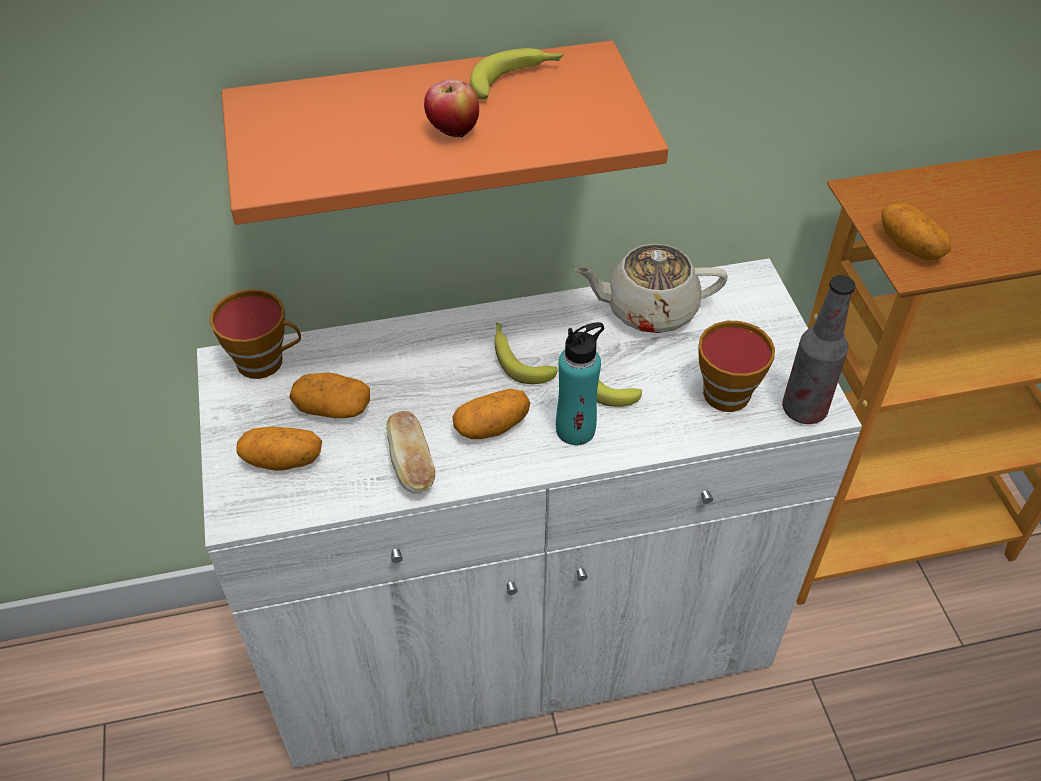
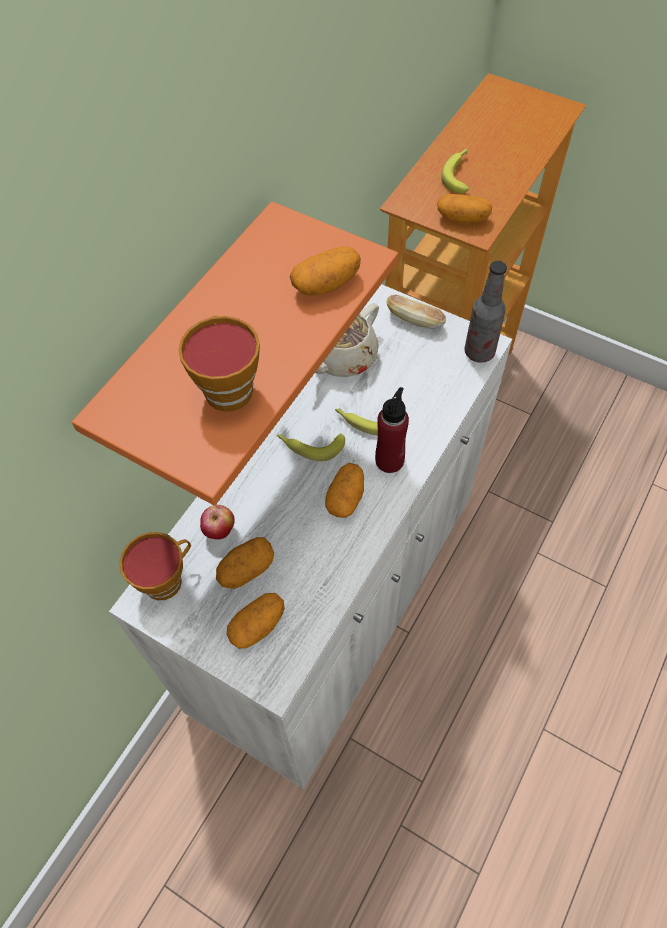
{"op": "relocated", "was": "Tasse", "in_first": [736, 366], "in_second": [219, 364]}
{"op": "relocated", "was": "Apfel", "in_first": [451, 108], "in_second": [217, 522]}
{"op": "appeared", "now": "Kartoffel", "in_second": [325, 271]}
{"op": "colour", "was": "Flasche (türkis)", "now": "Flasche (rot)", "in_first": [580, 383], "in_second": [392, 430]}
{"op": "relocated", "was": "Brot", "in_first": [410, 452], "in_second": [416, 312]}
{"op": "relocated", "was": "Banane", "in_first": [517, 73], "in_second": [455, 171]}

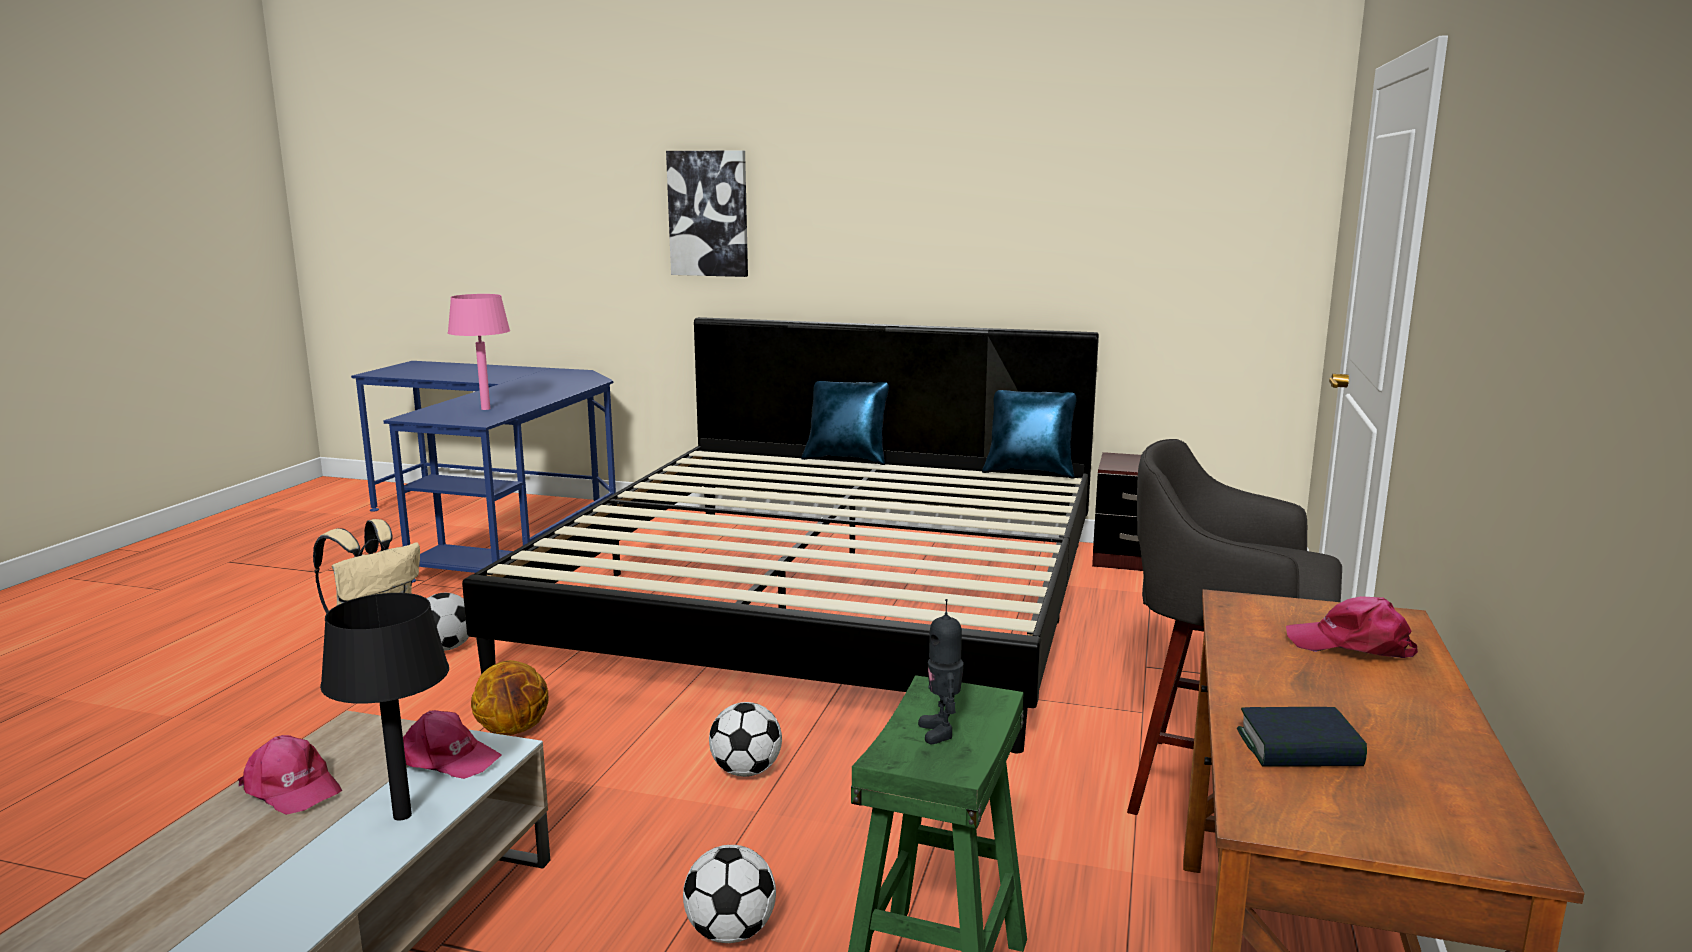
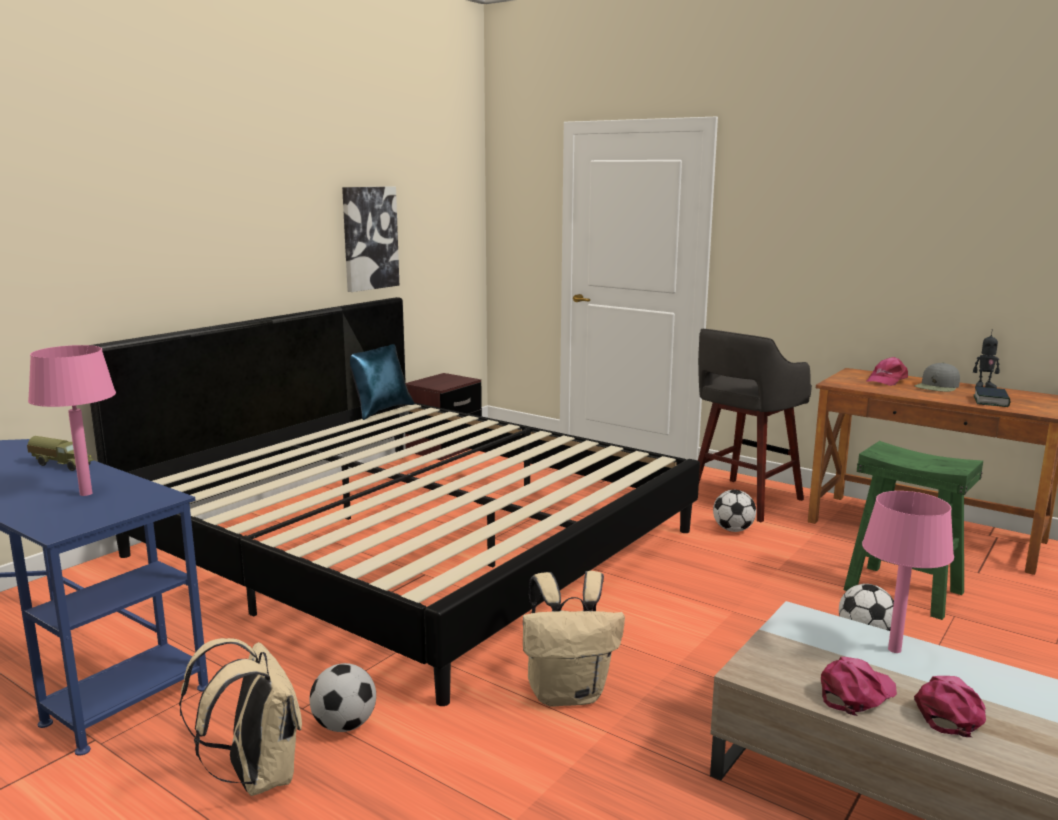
{"op": "appeared", "now": "Spielzeuglaster", "in_second": [60, 453]}
{"op": "relocated", "was": "Bild", "in_first": [707, 213], "in_second": [370, 239]}
{"op": "exchanged", "was": "Basketball", "now": "Rucksack (beige)", "in_first": [509, 697], "in_second": [574, 639]}
{"op": "relocated", "was": "Fußball", "in_first": [745, 739], "in_second": [734, 511]}
{"op": "colour", "was": "Tischlampe (schwarz)", "now": "Tischlampe (rosa)", "in_first": [384, 707], "in_second": [908, 572]}
{"op": "relocated", "was": "Kappe (rosa)", "in_first": [452, 744], "in_second": [950, 706]}
{"op": "appeared", "now": "Kappe (grau)", "in_second": [937, 377]}
{"op": "relocated", "was": "Spielzeugroboter", "in_first": [941, 671], "in_second": [986, 358]}
{"op": "missing", "was": "Kissen (blau)", "in_first": [845, 423]}

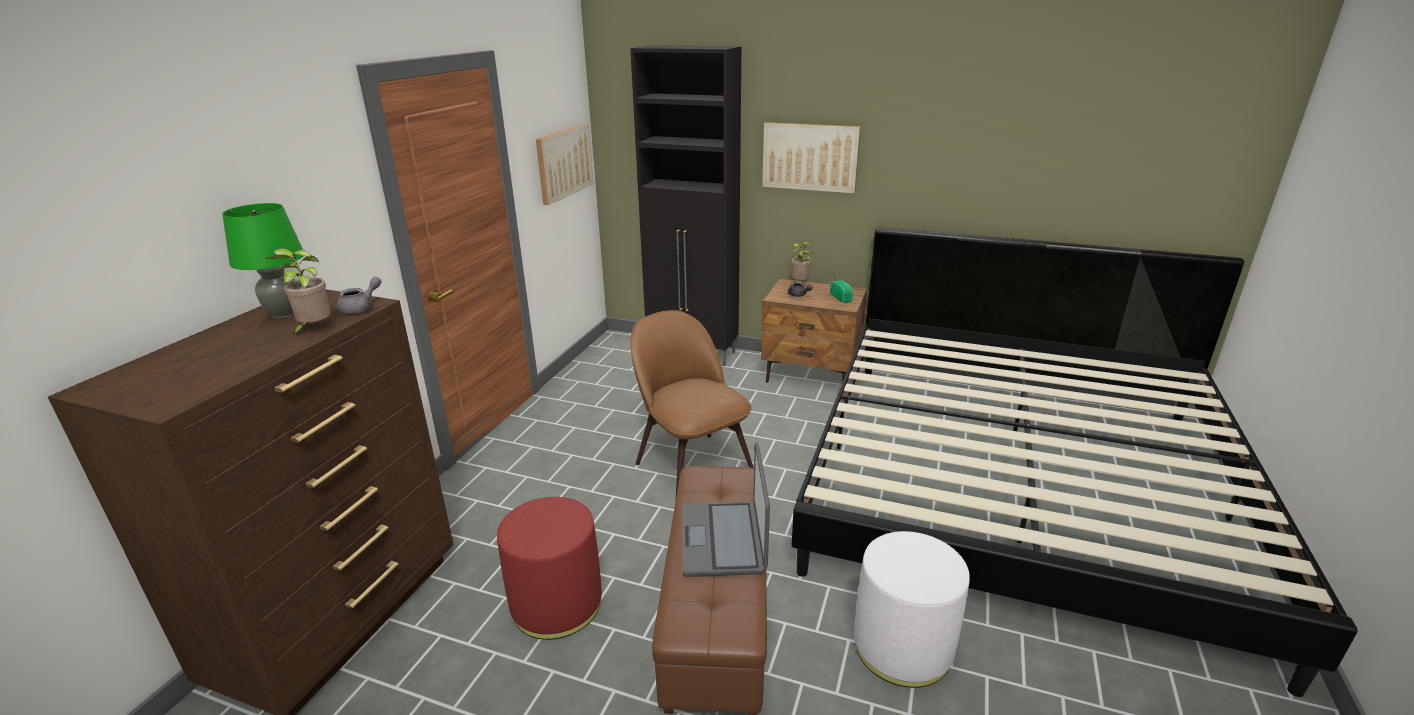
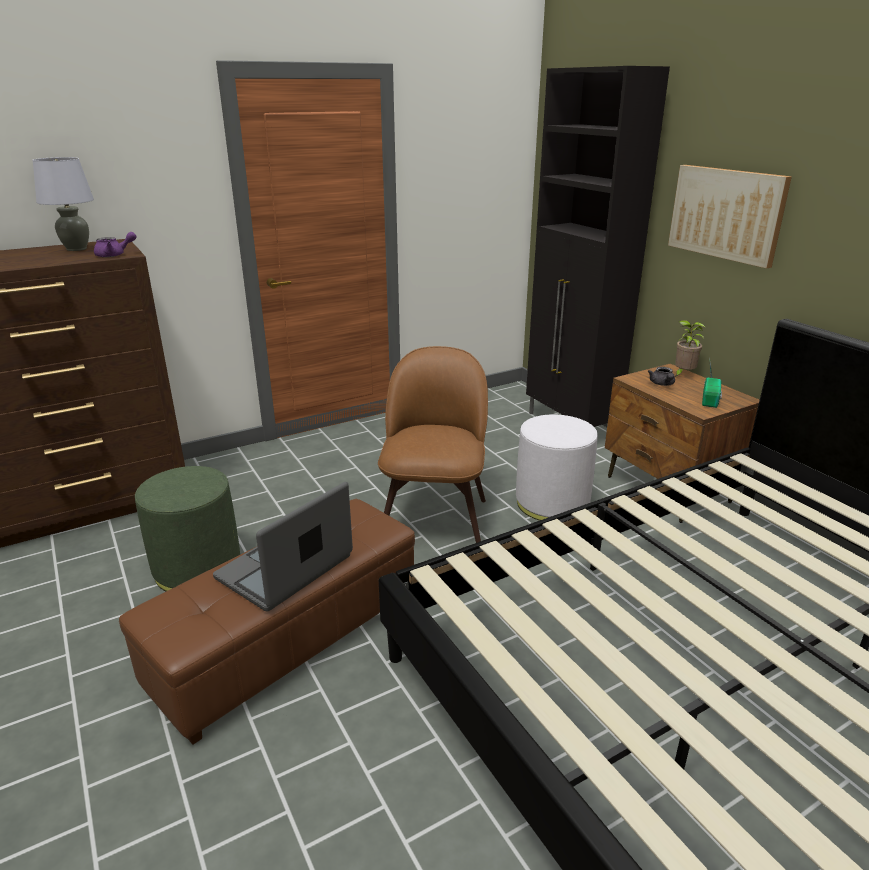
{"op": "colour", "was": "Tischlampe (grün)", "now": "Tischlampe (grau)", "in_first": [262, 261], "in_second": [63, 204]}
{"op": "colour", "was": "Teekanne (grau)", "now": "Teekanne (lila)", "in_first": [359, 295], "in_second": [115, 244]}
{"op": "colour", "was": "Polsterhocker (rot)", "now": "Polsterhocker (grün)", "in_first": [549, 568], "in_second": [187, 528]}
{"op": "relocated", "was": "Polsterhocker (weiß)", "in_first": [912, 609], "in_second": [557, 467]}
{"op": "missing", "was": "Topfpflanze", "in_first": [298, 291]}
{"op": "missing", "was": "Bild", "in_first": [565, 164]}

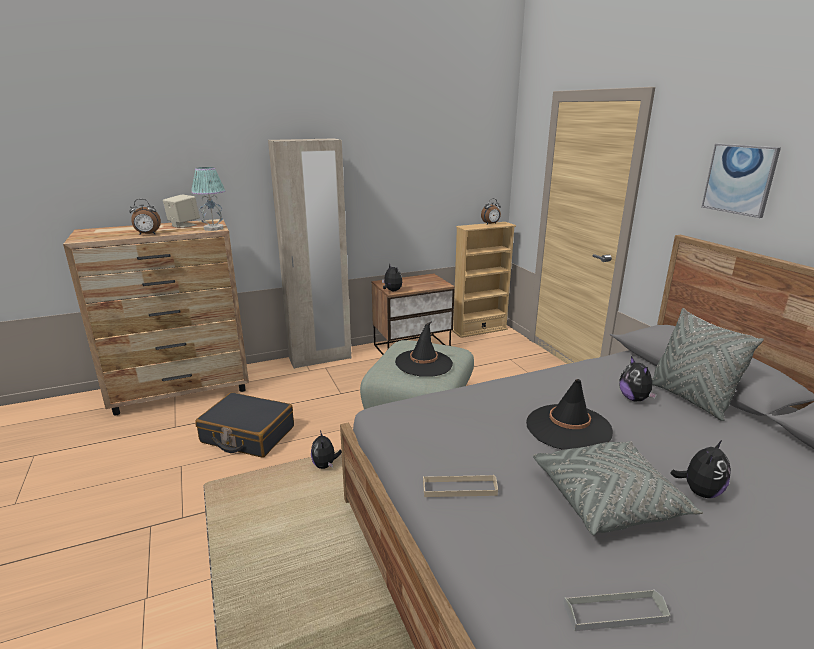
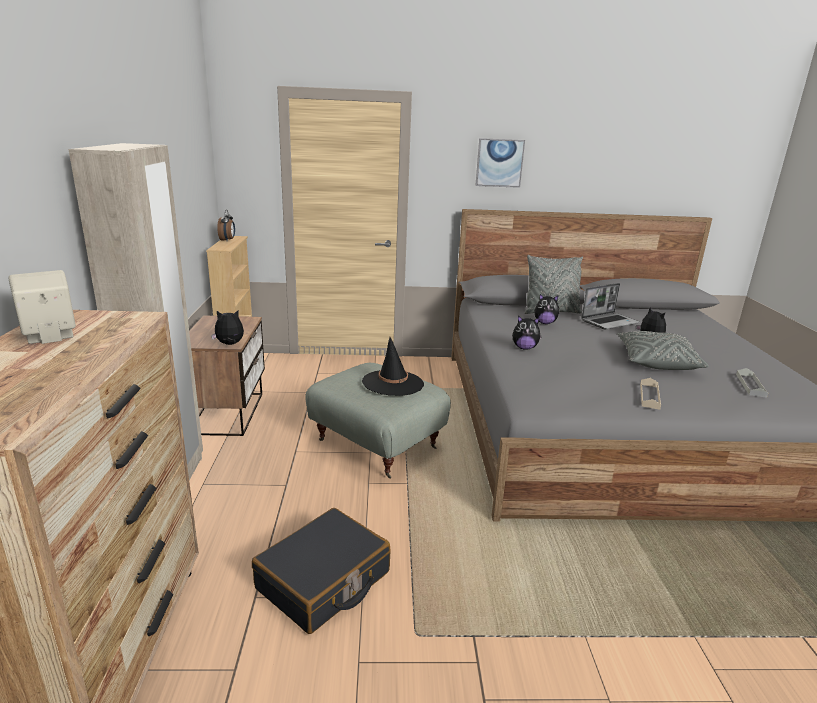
{"op": "relocated", "was": "Plüschtier", "in_first": [326, 449], "in_second": [527, 333]}
{"op": "appeared", "now": "Laptop", "in_second": [610, 306]}
{"op": "missing", "was": "Wecker", "in_first": [145, 217]}
{"op": "missing", "was": "Tischlampe", "in_first": [208, 199]}
{"op": "missing", "was": "Hut (schwarz)", "in_first": [569, 414]}

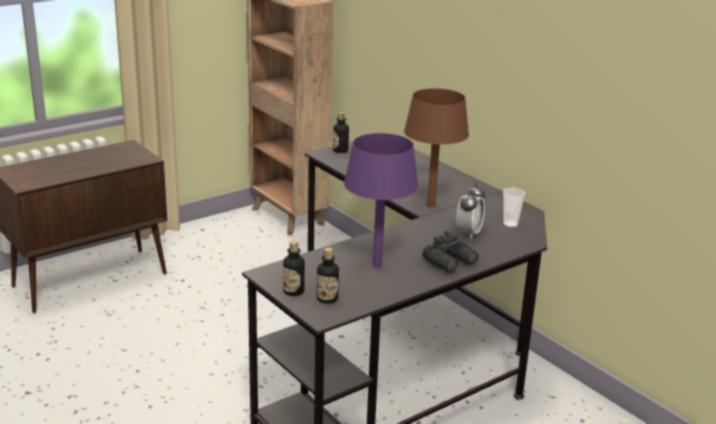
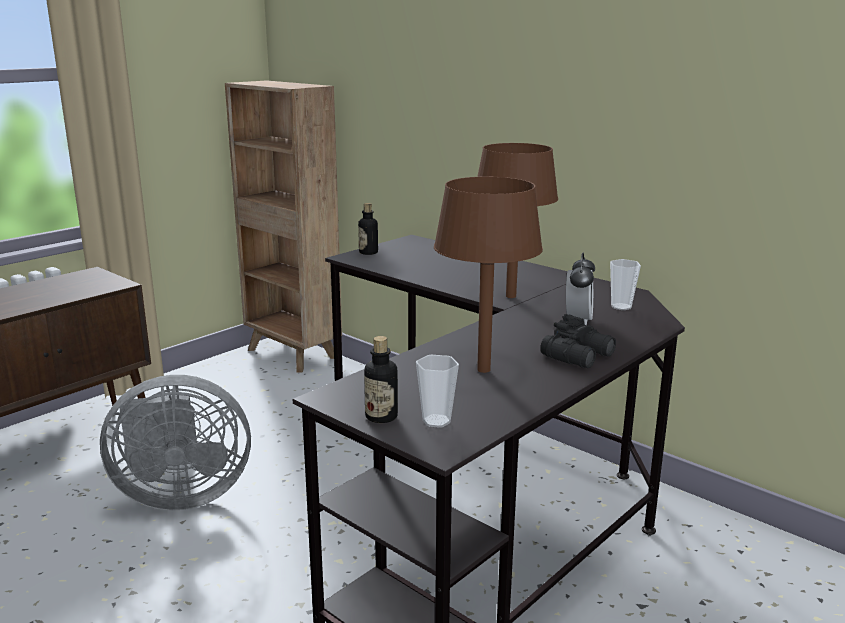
{"op": "appeared", "now": "Ventilator (grau)", "in_second": [175, 442]}
{"op": "exchanged", "was": "Flasche", "now": "Tasse", "in_first": [328, 276], "in_second": [437, 391]}
{"op": "colour", "was": "Tischlampe (lila)", "now": "Tischlampe (braun)", "in_first": [381, 200], "in_second": [488, 275]}

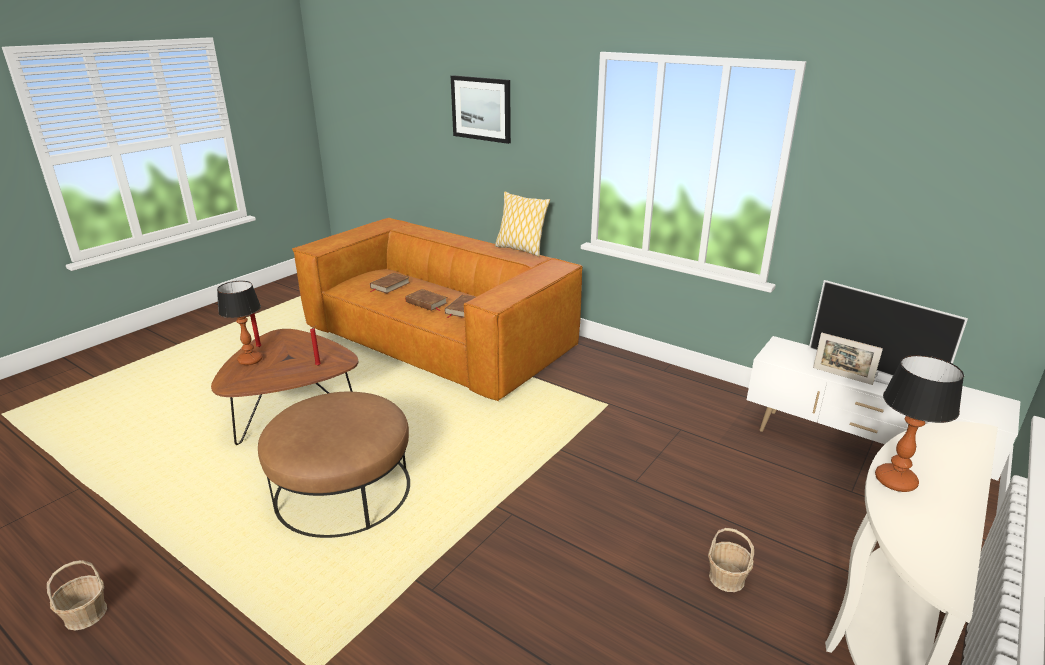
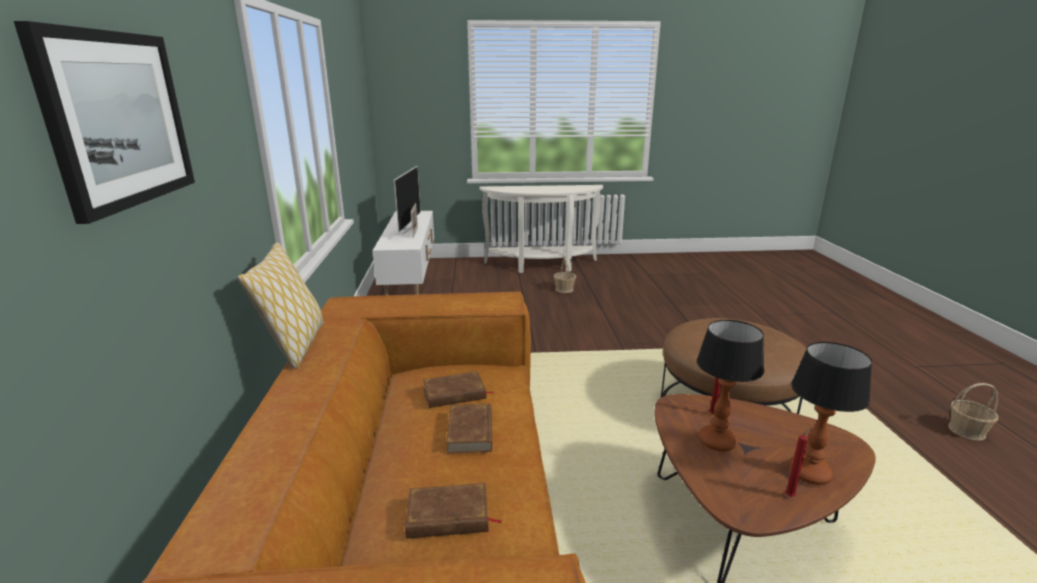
{"op": "relocated", "was": "Tischlampe", "in_first": [919, 423], "in_second": [730, 386]}

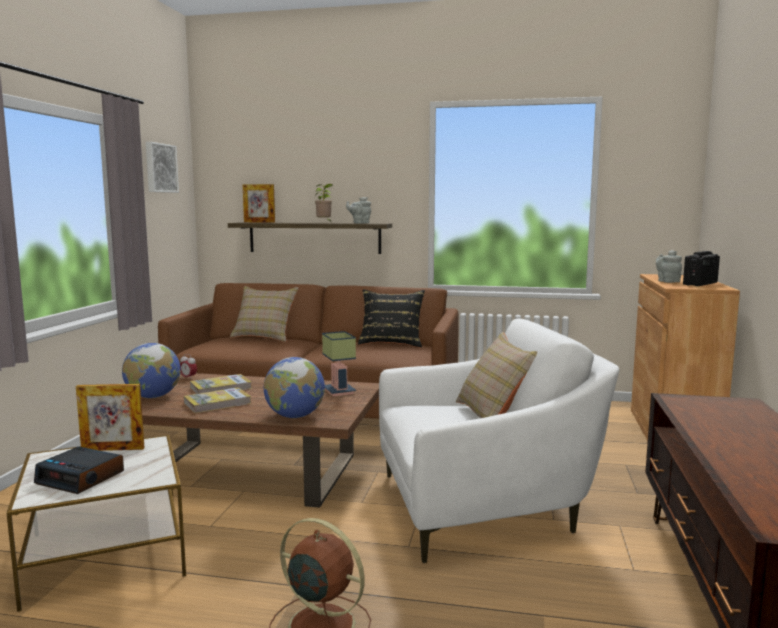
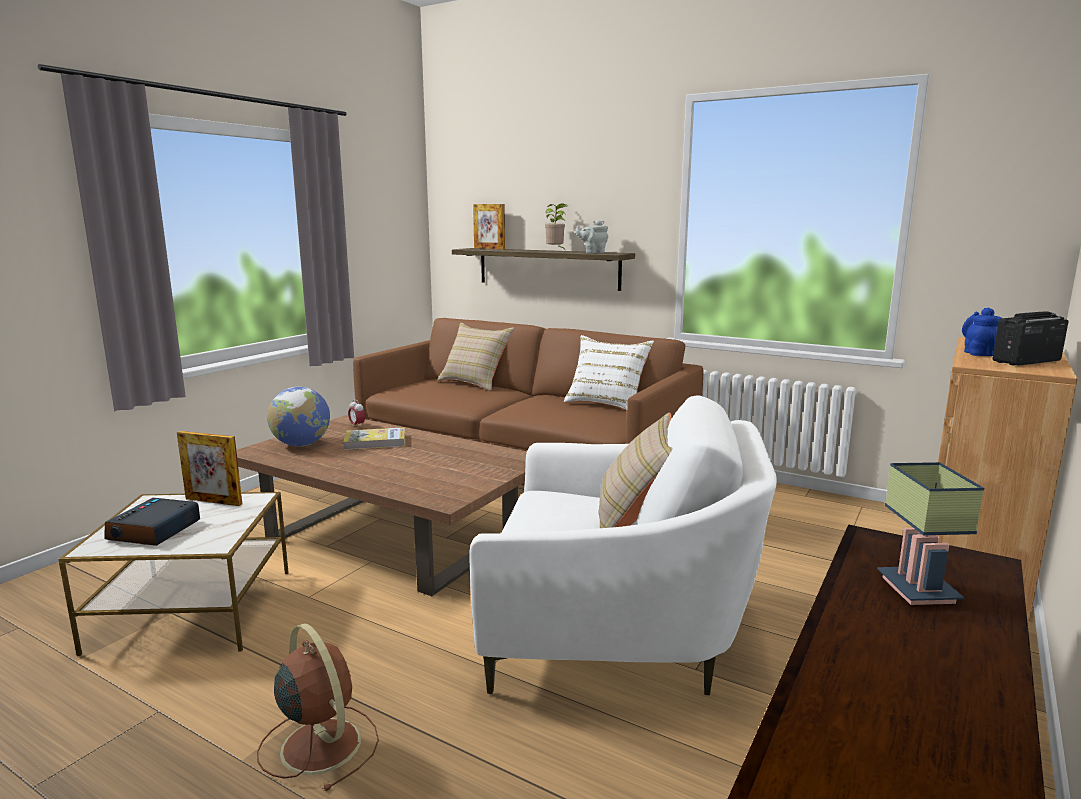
{"op": "spun", "was": "Wecker", "in_first": [79, 470], "in_second": [152, 522], "clockwise": 60}
{"op": "colour", "was": "Kissen (schwarz)", "now": "Kissen (weiß)", "in_first": [391, 318], "in_second": [609, 372]}
{"op": "relocated", "was": "Tischlampe", "in_first": [339, 363], "in_second": [930, 533]}
{"op": "colour", "was": "Teekanne (grau)", "now": "Teekanne (blau)", "in_first": [669, 266], "in_second": [982, 332]}
{"op": "missing", "was": "Bild", "in_first": [162, 167]}
{"op": "missing", "was": "Buch", "in_first": [217, 400]}
{"op": "missing", "was": "Globus", "in_first": [294, 387]}

